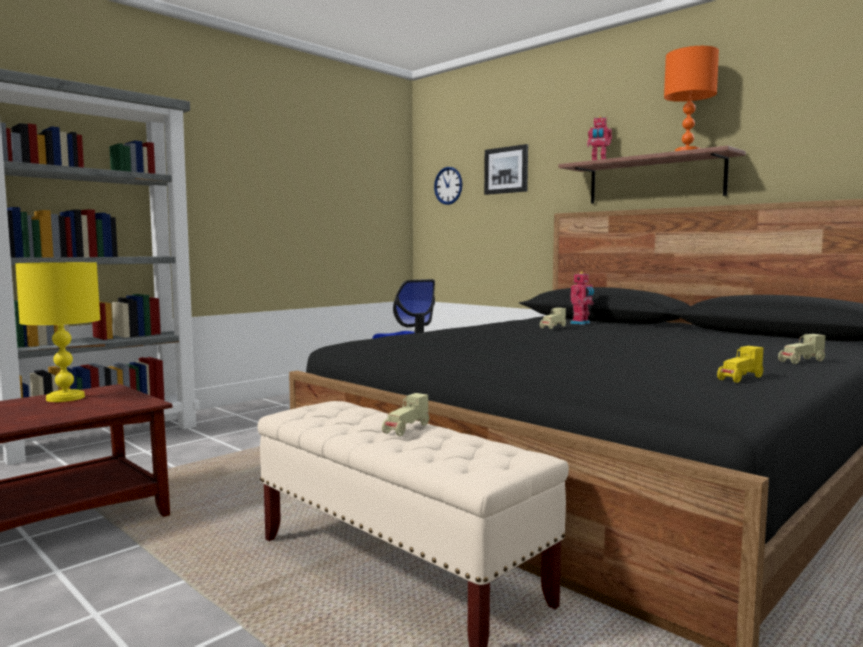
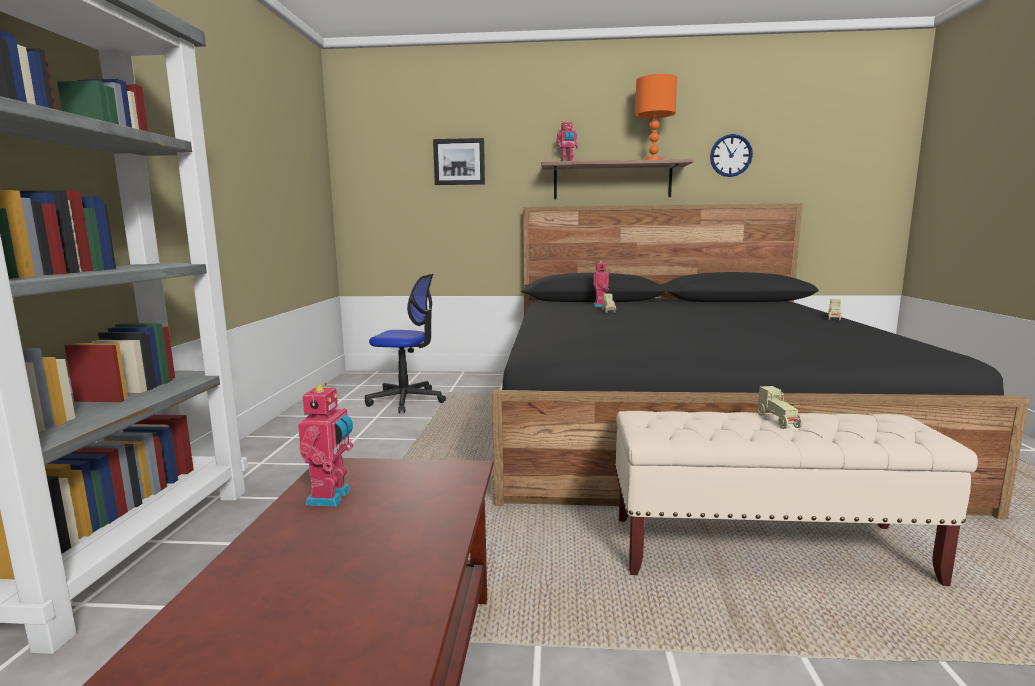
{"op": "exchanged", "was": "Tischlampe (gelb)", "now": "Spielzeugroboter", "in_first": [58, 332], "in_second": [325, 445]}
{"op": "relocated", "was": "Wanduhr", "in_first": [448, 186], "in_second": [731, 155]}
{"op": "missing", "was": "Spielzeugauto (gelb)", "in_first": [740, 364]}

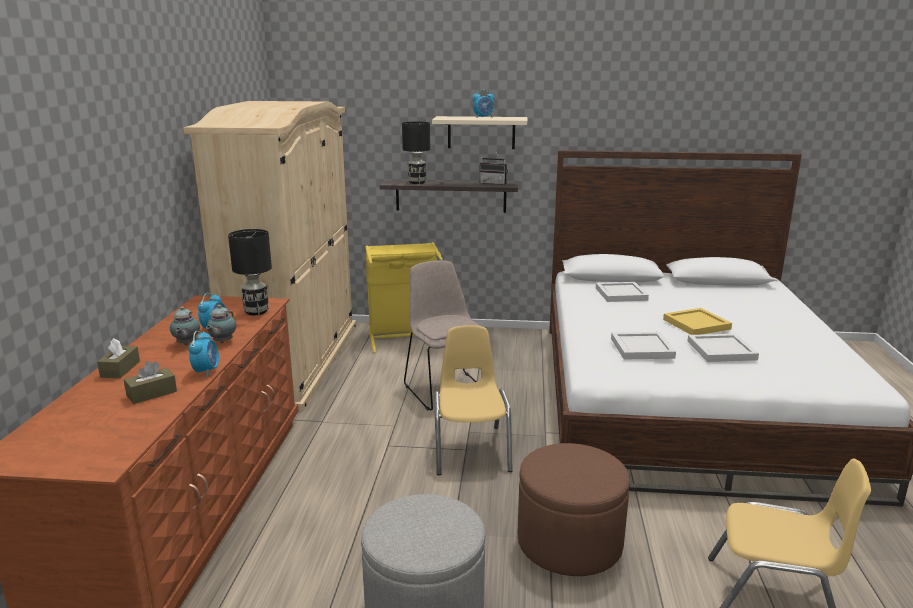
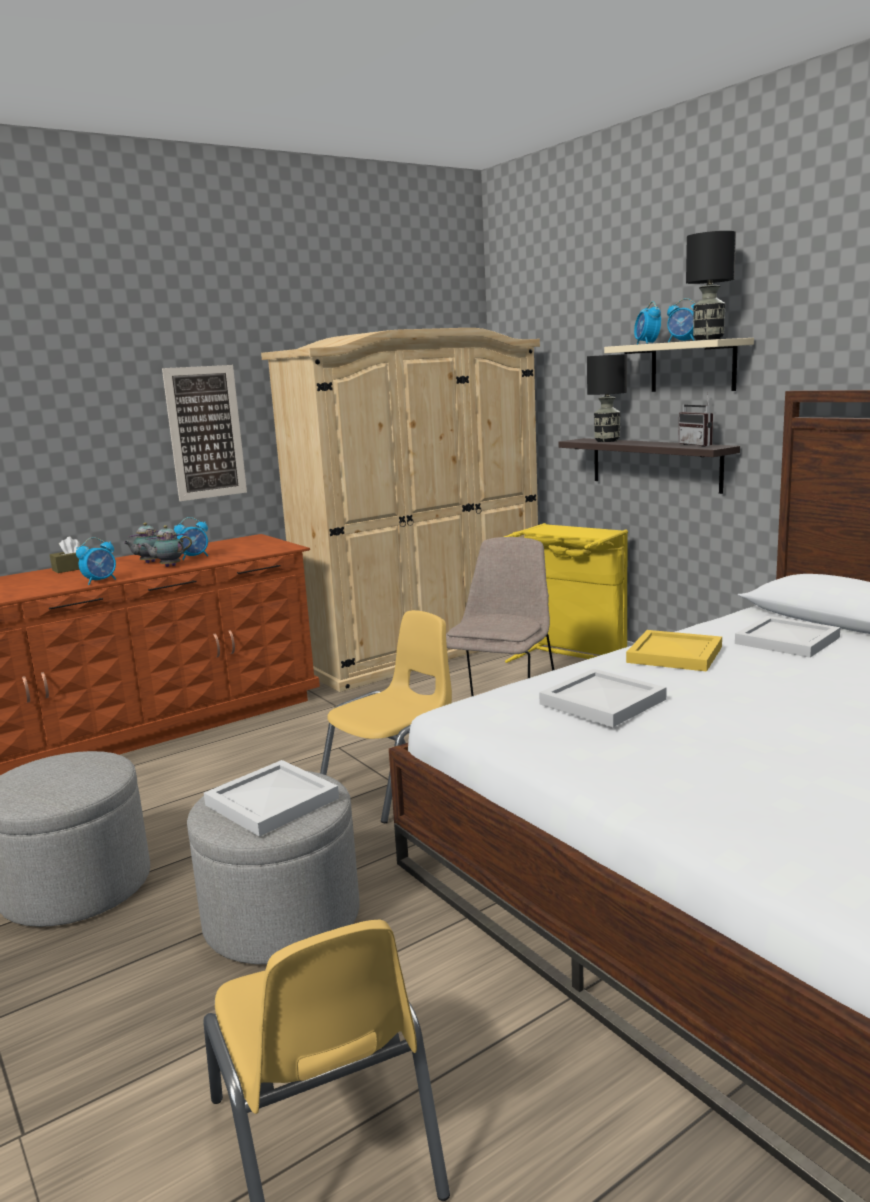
{"op": "appeared", "now": "Bild", "in_second": [204, 433]}
{"op": "colour", "was": "Polsterhocker (braun)", "now": "Polsterhocker (grau)", "in_first": [574, 509], "in_second": [273, 867]}
{"op": "relocated", "was": "Tablett (weiß)", "in_first": [723, 348], "in_second": [271, 798]}
{"op": "relocated", "was": "Tablett (gelb)", "in_first": [697, 321], "in_second": [674, 651]}
{"op": "appeared", "now": "Wecker", "in_second": [647, 322]}
{"op": "relocated", "was": "Tischlampe (schwarz)", "in_first": [250, 272], "in_second": [711, 285]}
{"op": "missing", "was": "Taschentuchbox (braun)", "in_first": [150, 382]}

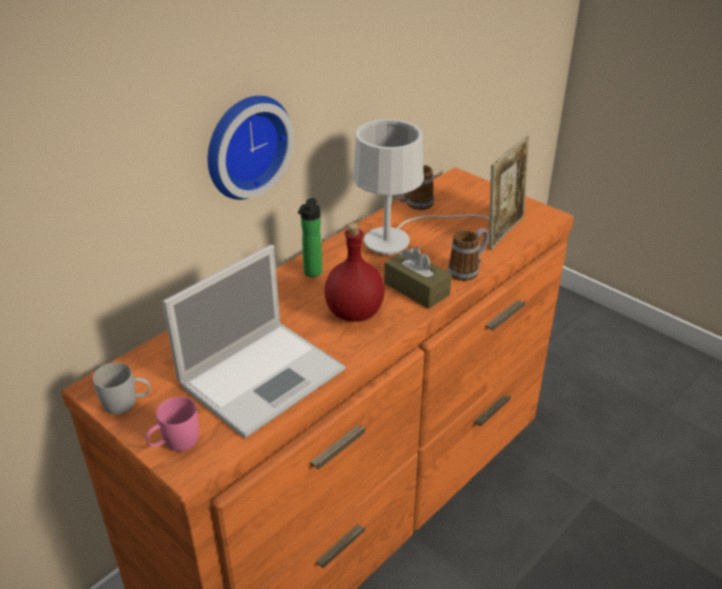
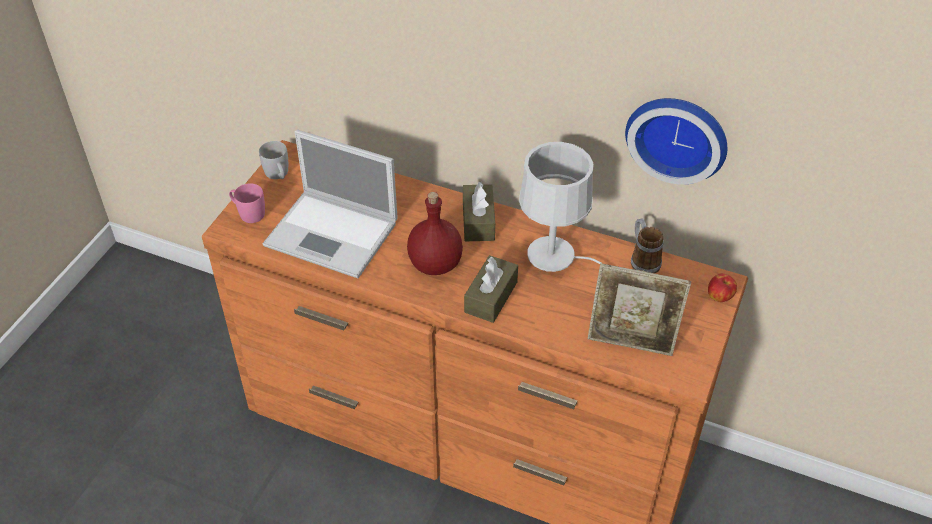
{"op": "exchanged", "was": "Flasche", "now": "Taschentuchbox (braun)", "in_first": [310, 237], "in_second": [479, 211]}
{"op": "relocated", "was": "Wanduhr", "in_first": [251, 148], "in_second": [676, 141]}
{"op": "appeared", "now": "Apfel", "in_second": [722, 287]}
{"op": "missing", "was": "Henkelbecher", "in_first": [468, 254]}

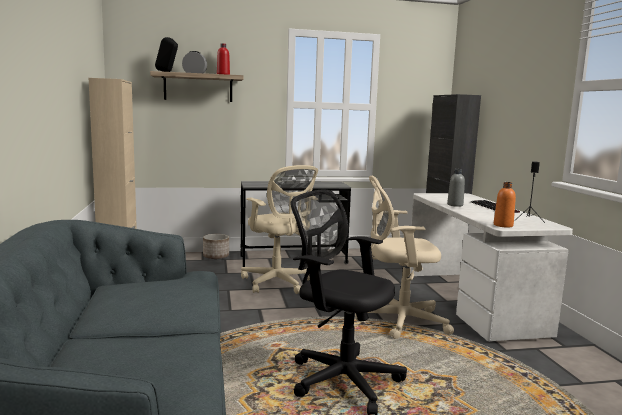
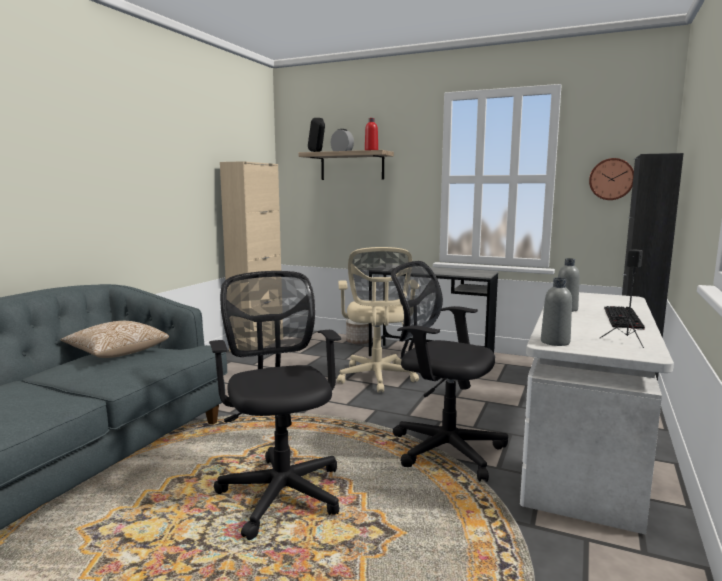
{"op": "appeared", "now": "Kissen", "in_second": [114, 339]}
{"op": "colour", "was": "Bürostuhl (beige)", "now": "Bürostuhl (schwarz)", "in_first": [404, 257], "in_second": [449, 371]}
{"op": "colour", "was": "Flasche (orange)", "now": "Flasche (grau)", "in_first": [505, 205], "in_second": [556, 312]}
{"op": "appeared", "now": "Wanduhr", "in_second": [611, 179]}

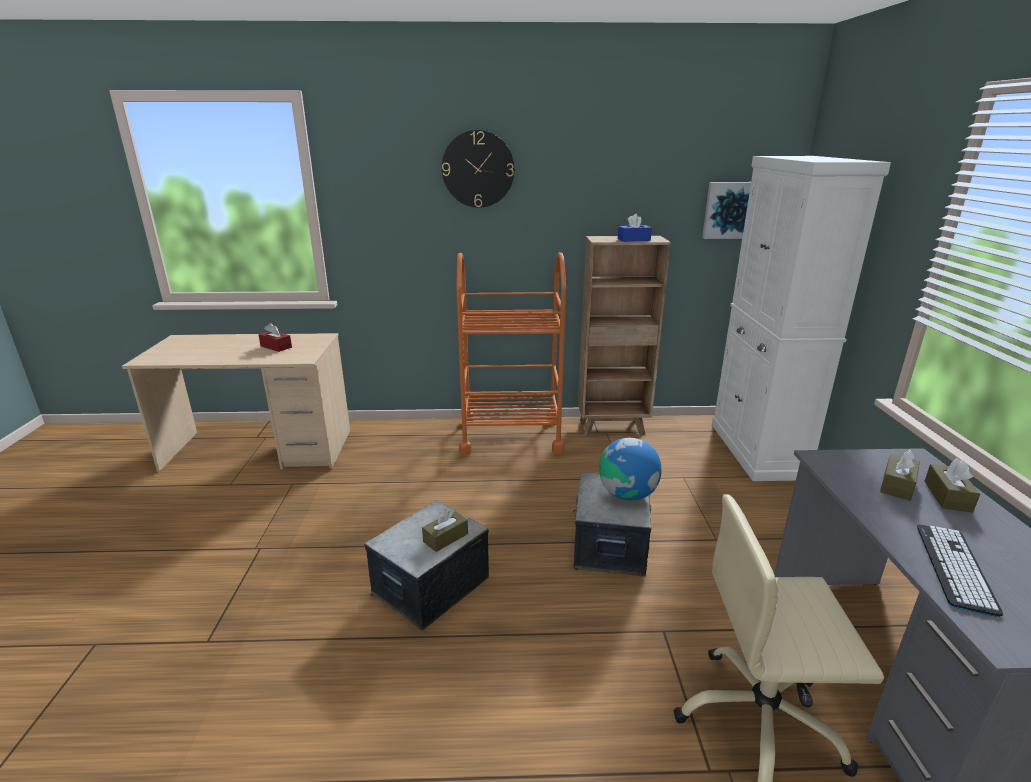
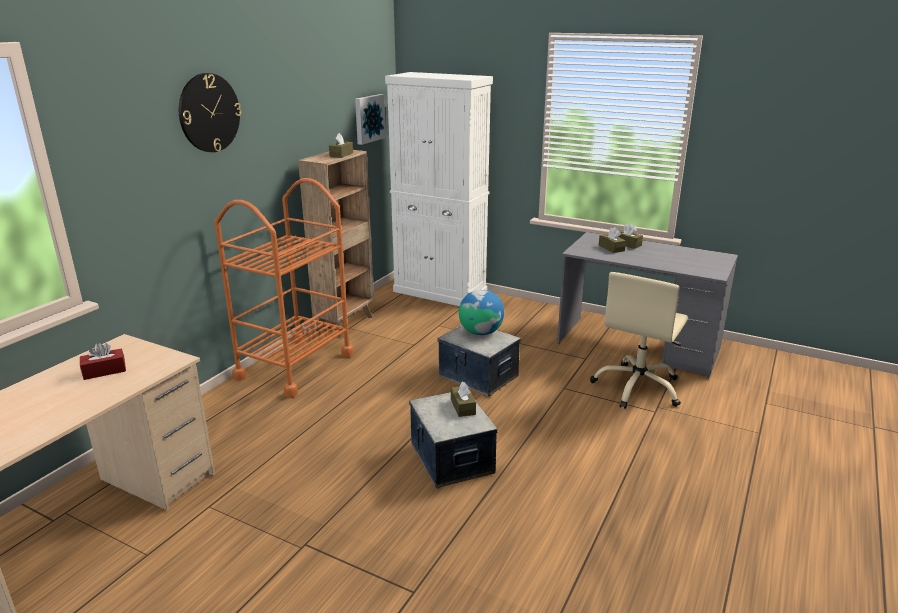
{"op": "colour", "was": "Taschentuchbox (blau)", "now": "Taschentuchbox (braun)", "in_first": [635, 228], "in_second": [341, 145]}
{"op": "missing", "was": "Tastatur", "in_first": [960, 570]}

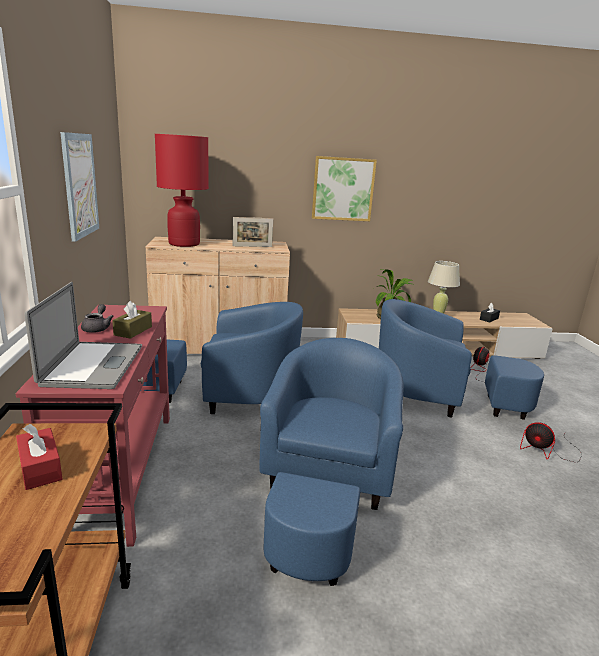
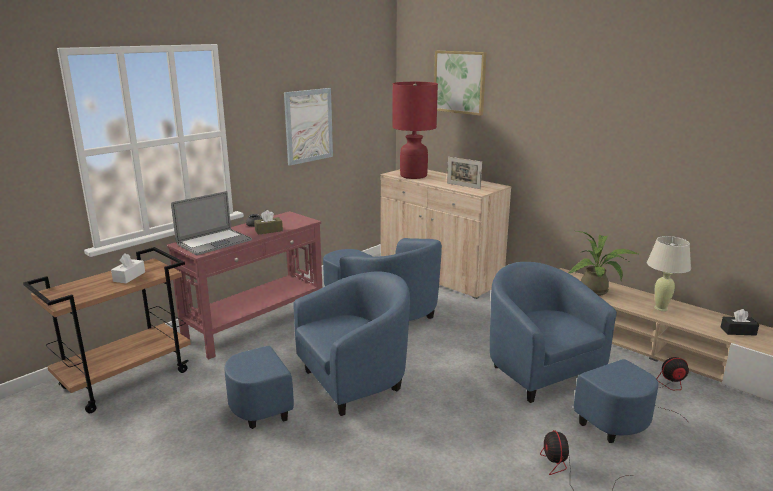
{"op": "colour", "was": "Taschentuchbox (rot)", "now": "Taschentuchbox (weiß)", "in_first": [39, 457], "in_second": [128, 268]}
{"op": "relocated", "was": "Bild", "in_first": [344, 188], "in_second": [460, 83]}

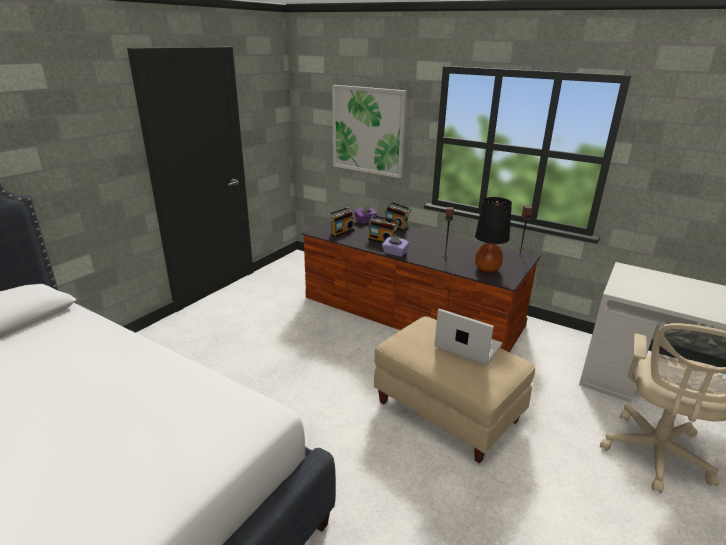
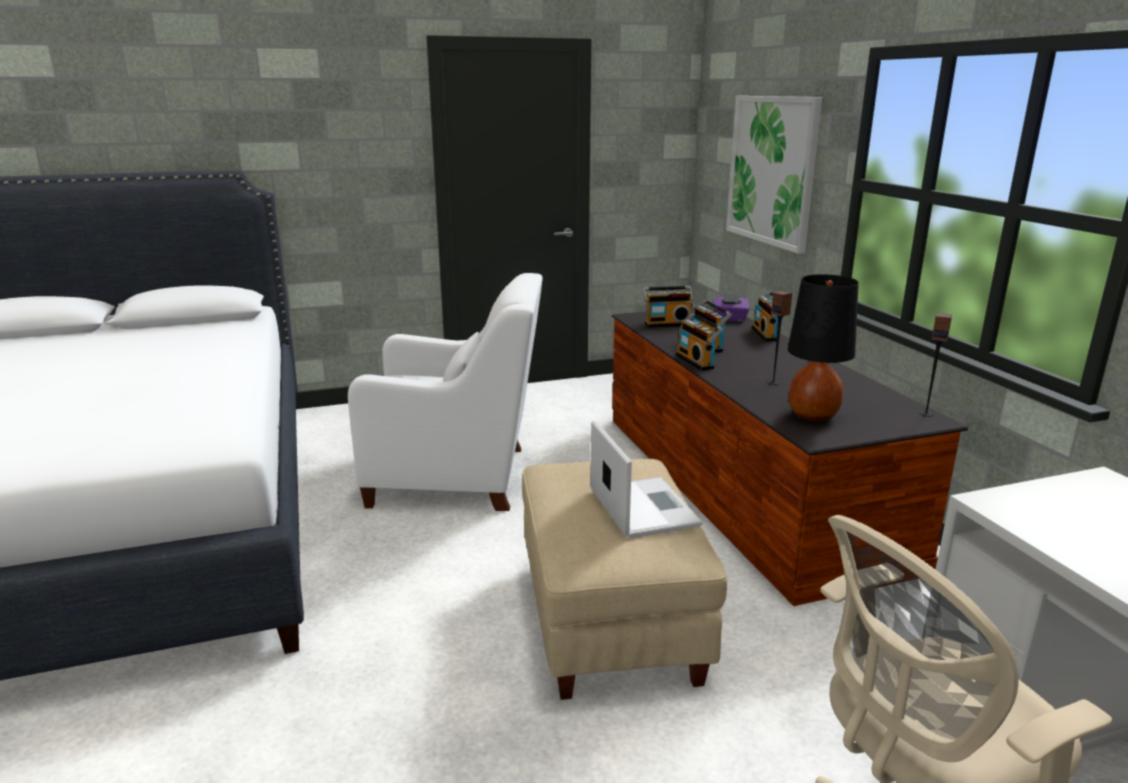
{"op": "appeared", "now": "Sessel (weiß)", "in_second": [445, 392]}
{"op": "exchanged", "was": "Taschentuchbox (lila)", "now": "Radio", "in_first": [395, 246], "in_second": [699, 342]}

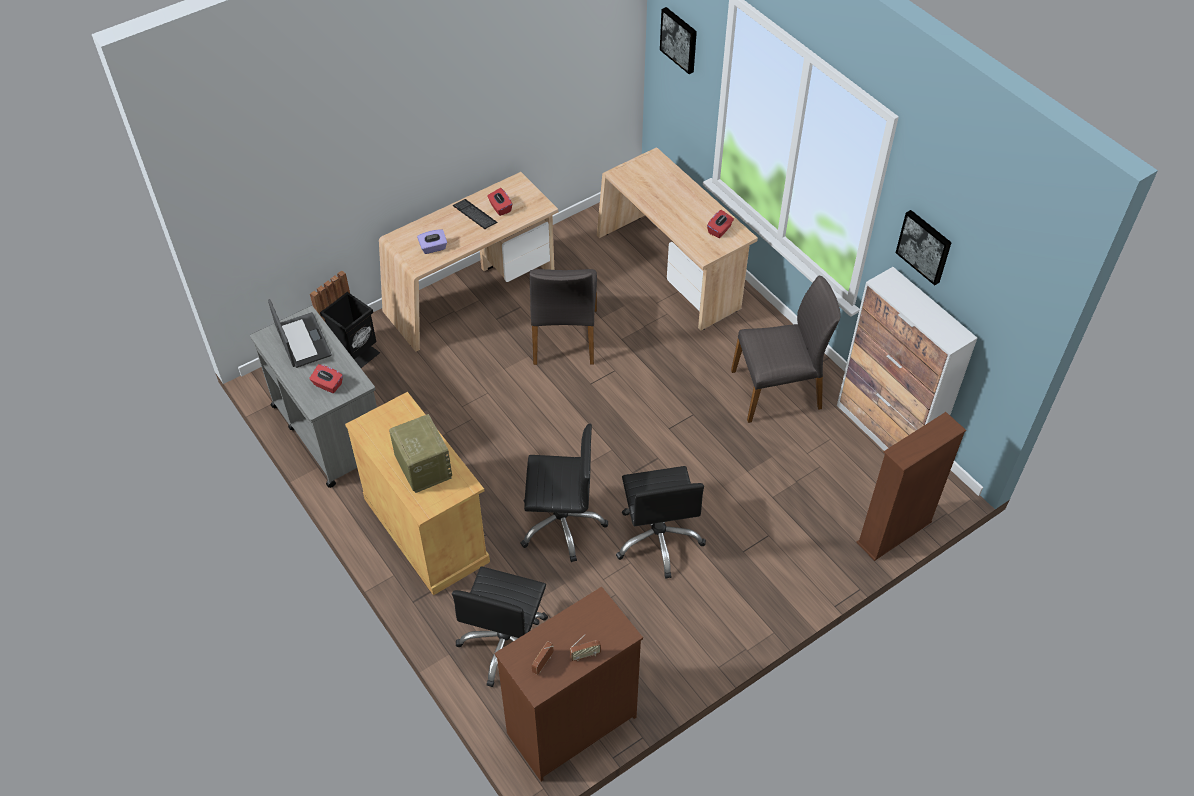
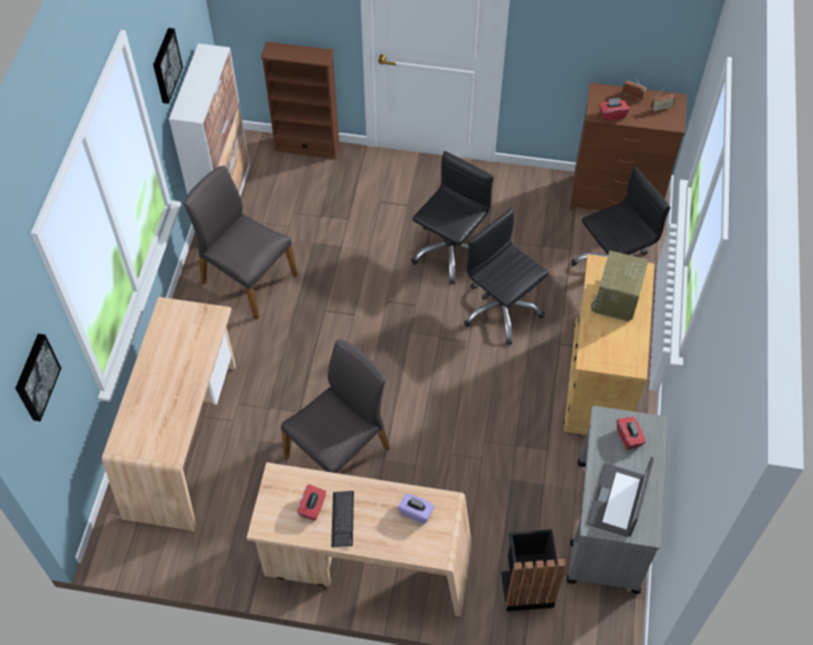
{"op": "relocated", "was": "Taschentuchbox (rot)", "in_first": [720, 224], "in_second": [614, 109]}

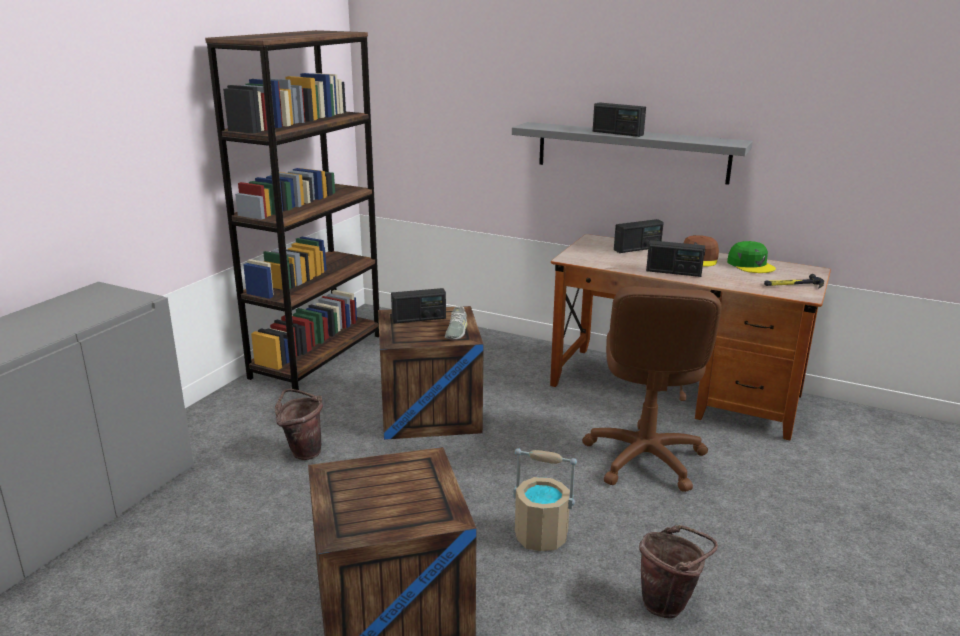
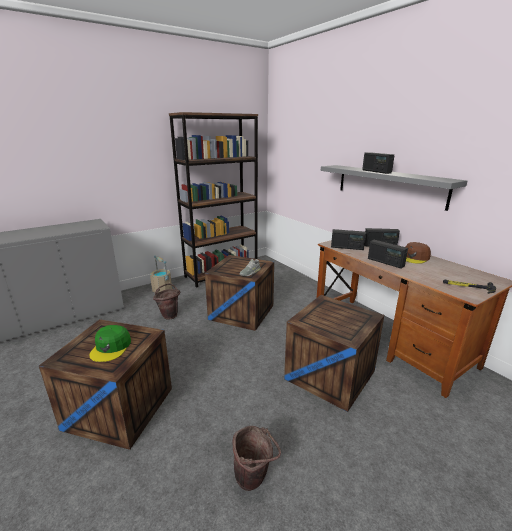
{"op": "relocated", "was": "Kappe (grün)", "in_first": [751, 257], "in_second": [110, 343]}
{"op": "relocated", "was": "Eimer (beige)", "in_first": [545, 499], "in_second": [161, 274]}
{"op": "exchanged", "was": "Bürostuhl (braun)", "now": "Kiste", "in_first": [651, 389], "in_second": [334, 353]}
{"op": "relocated", "was": "Radio", "in_first": [418, 306], "in_second": [348, 239]}

